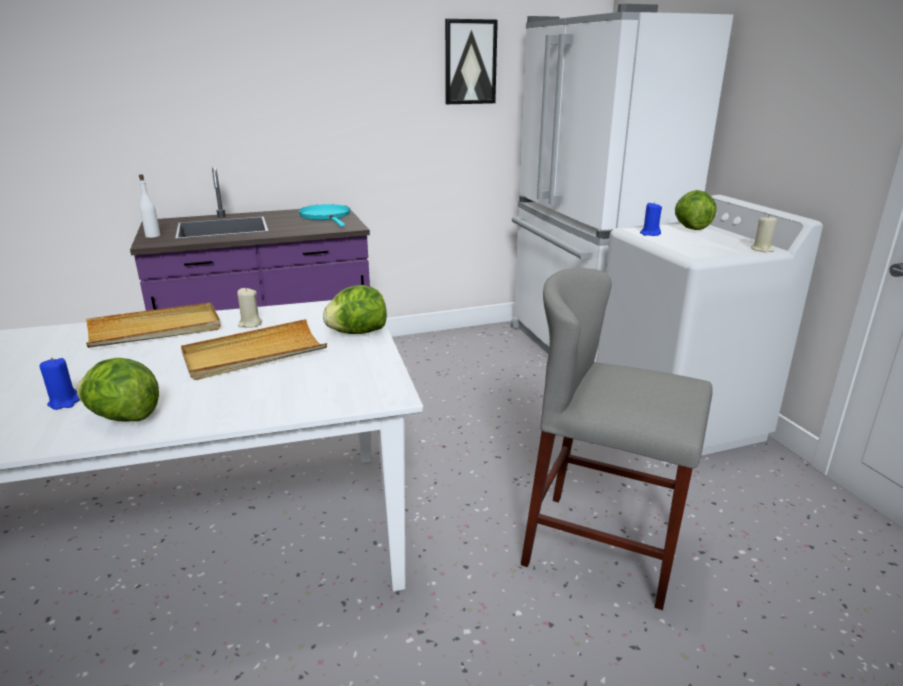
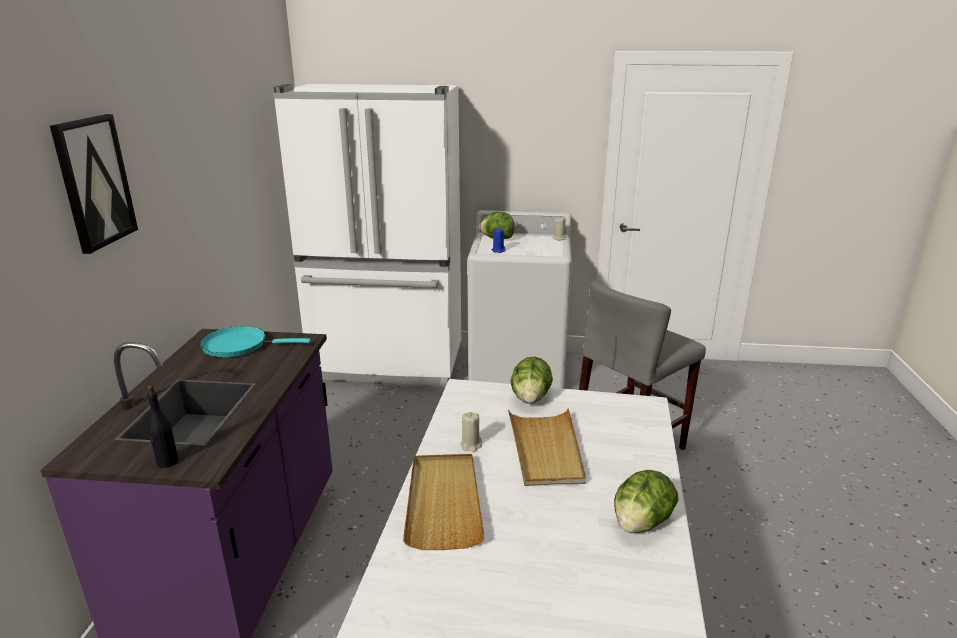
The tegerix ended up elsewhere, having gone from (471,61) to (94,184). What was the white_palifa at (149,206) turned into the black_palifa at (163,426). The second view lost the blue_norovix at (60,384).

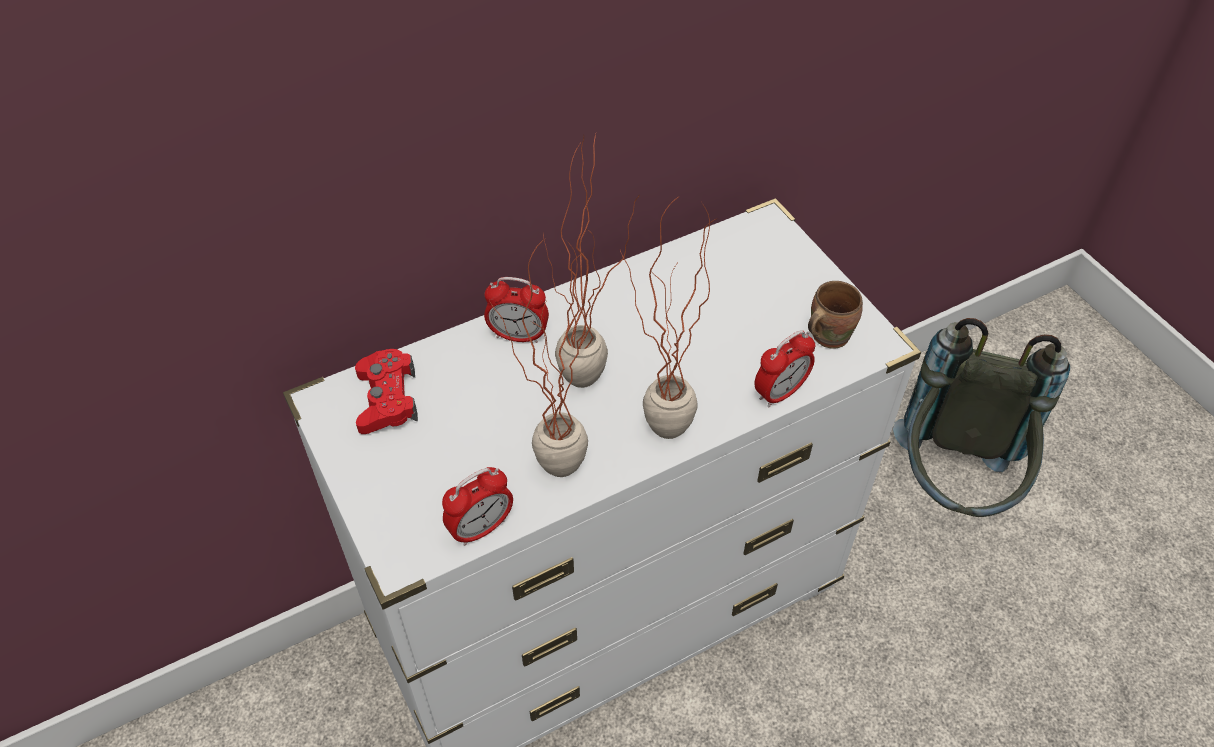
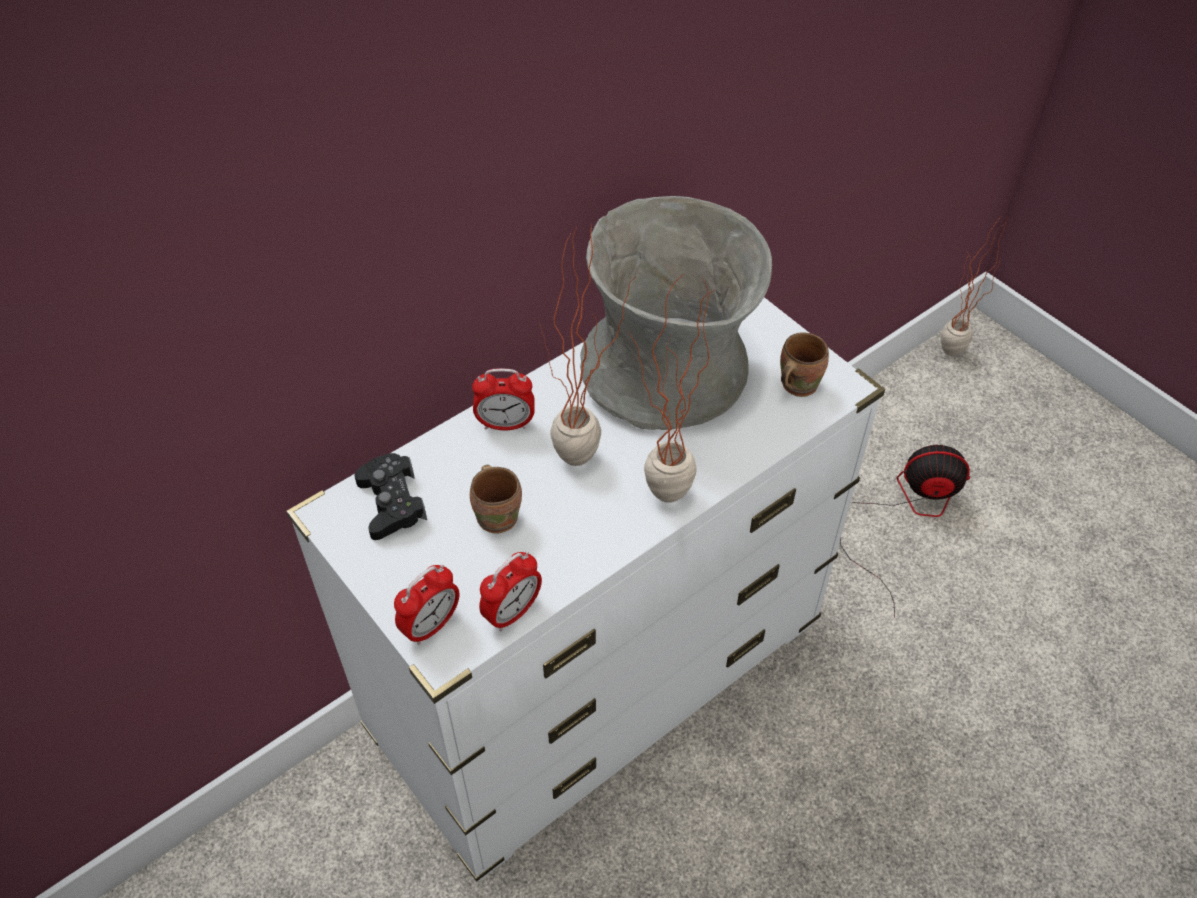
What was the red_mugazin at (386,391) turned into the black_mugazin at (391,496). The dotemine ended up elsewhere, having gone from (785,369) to (426,605). The second view gained the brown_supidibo at (496,499). The second view gained the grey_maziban at (676,313). Where the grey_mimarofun stood at (981,417), the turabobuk came to stand at (905,531). The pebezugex ended up elsewhere, having gone from (539,358) to (974,285).

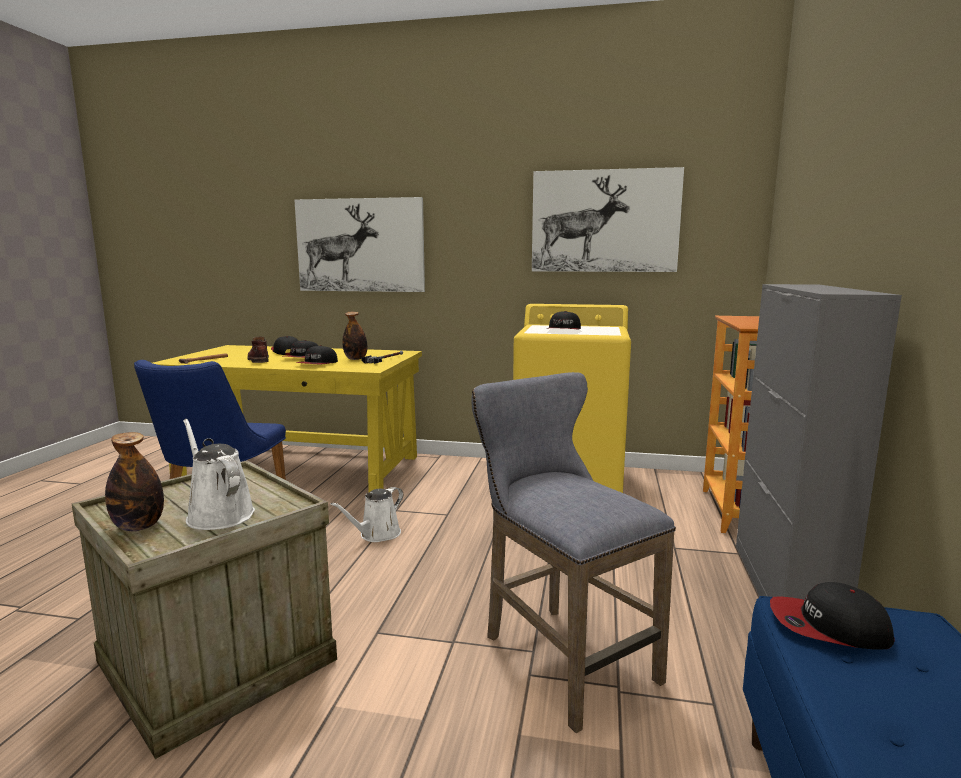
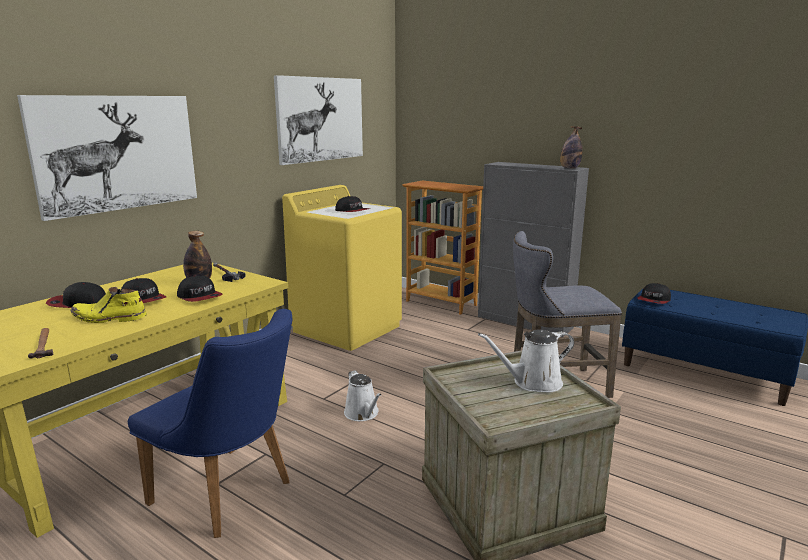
What was the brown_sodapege at (258,349) turned into the yellow_sodapege at (109,305). The palifa ended up elsewhere, having gone from (134,481) to (571,147).

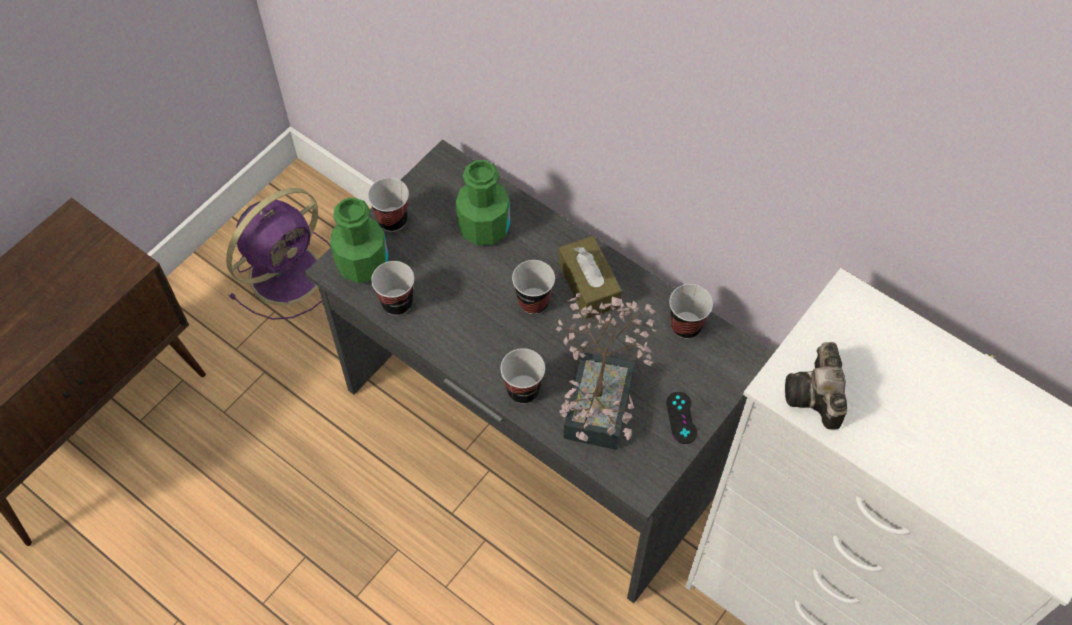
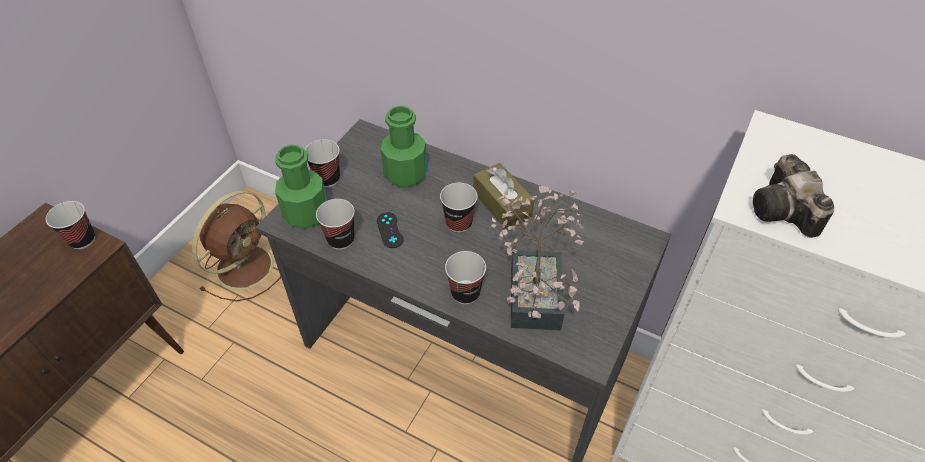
The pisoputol ended up elsewhere, having gone from (691,311) to (70,225). What was the purple_turabobuk at (278,254) turned into the brown_turabobuk at (236,245). The black_mugazin ended up elsewhere, having gone from (681,418) to (390,230).

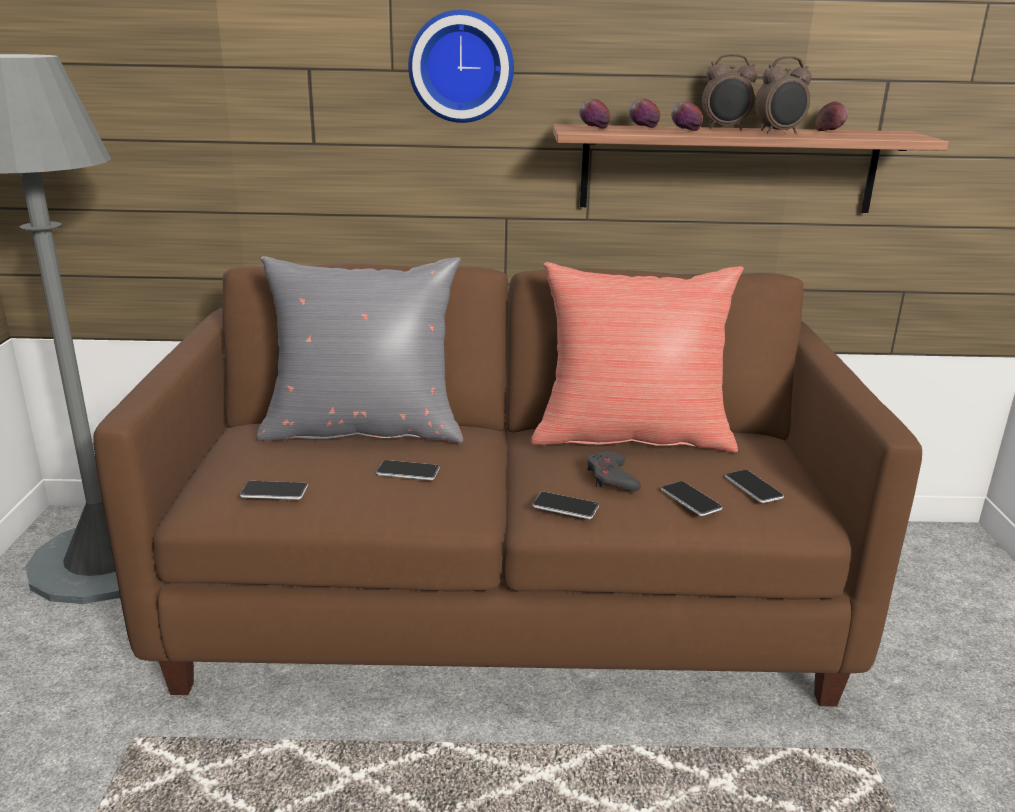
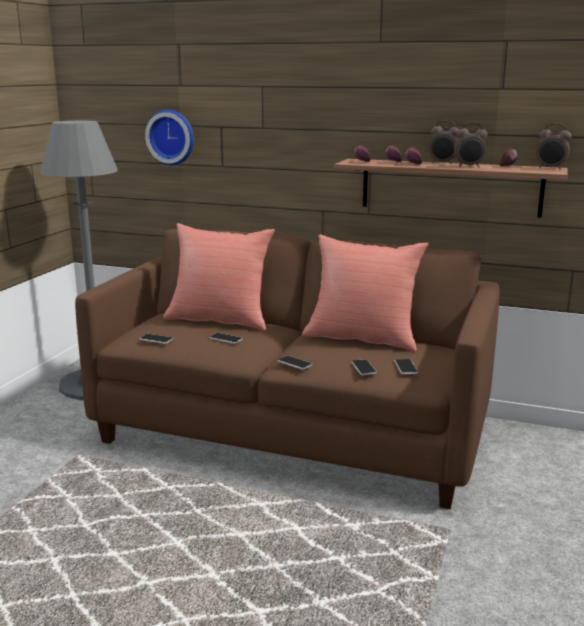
The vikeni ended up elsewhere, having gone from (461,66) to (169,137). What was the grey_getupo at (359,349) turned into the red_getupo at (219,277). The second view gained the dotemine at (554,146). The second view lost the grey_mugazin at (614,471).

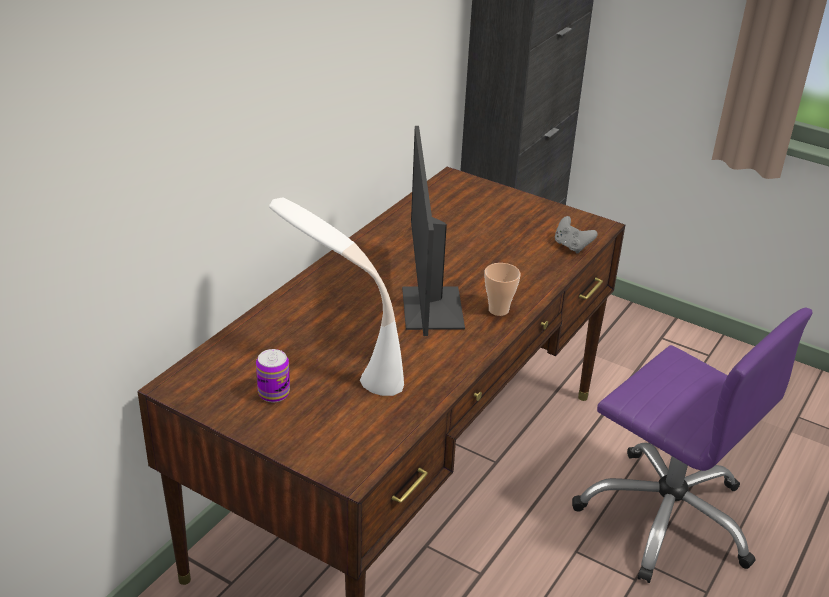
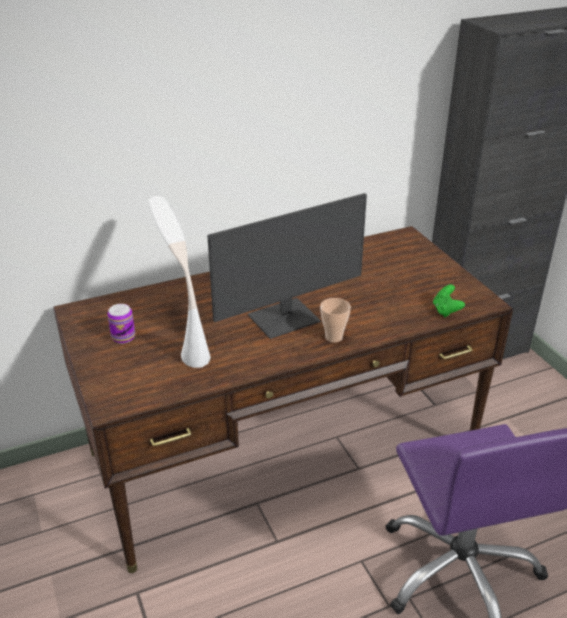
The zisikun at (433,231) ended up facing another way, 150 degrees counterclockwise from before. What was the grey_mugazin at (576,235) turned into the green_mugazin at (449,301).

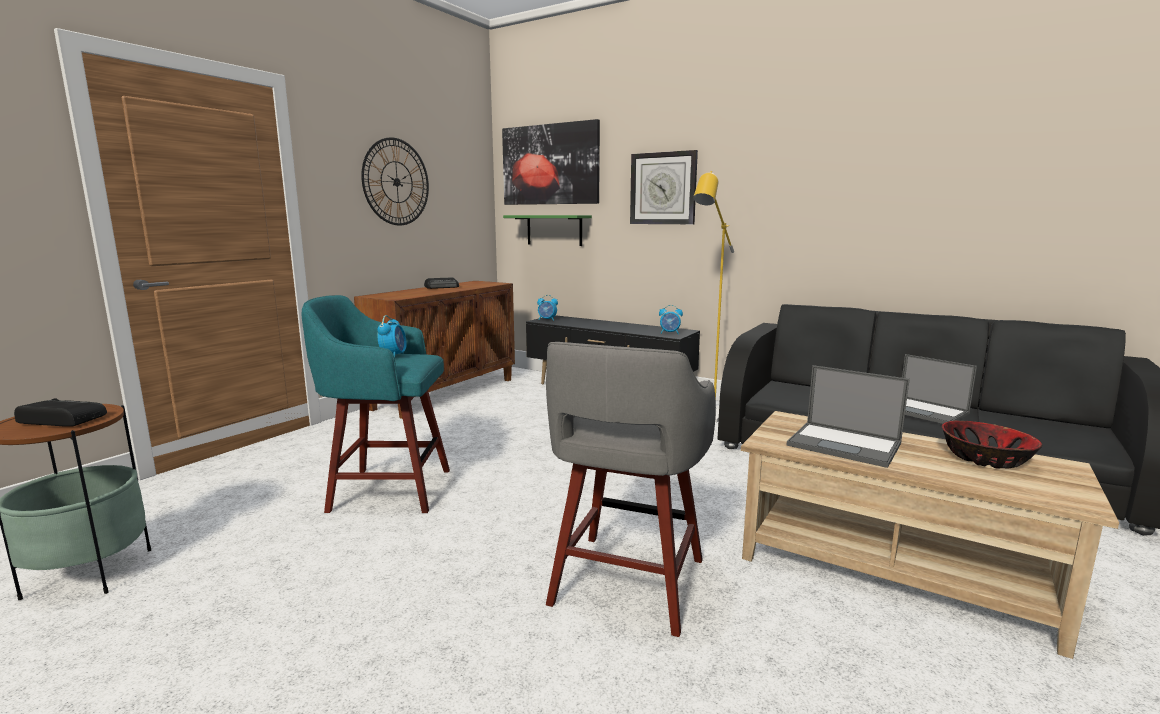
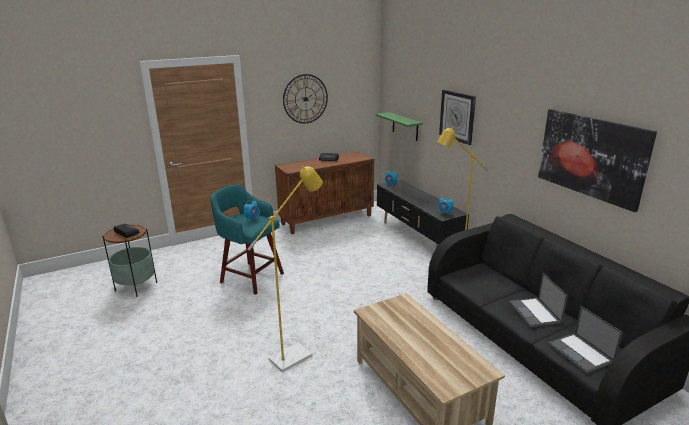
Where the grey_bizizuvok stood at (631,489), the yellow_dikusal came to stand at (285,269). The tegerix ended up elsewhere, having gone from (551,162) to (597,160). The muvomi ended up elsewhere, having gone from (848,416) to (585,340). The second view lost the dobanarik at (991,444).

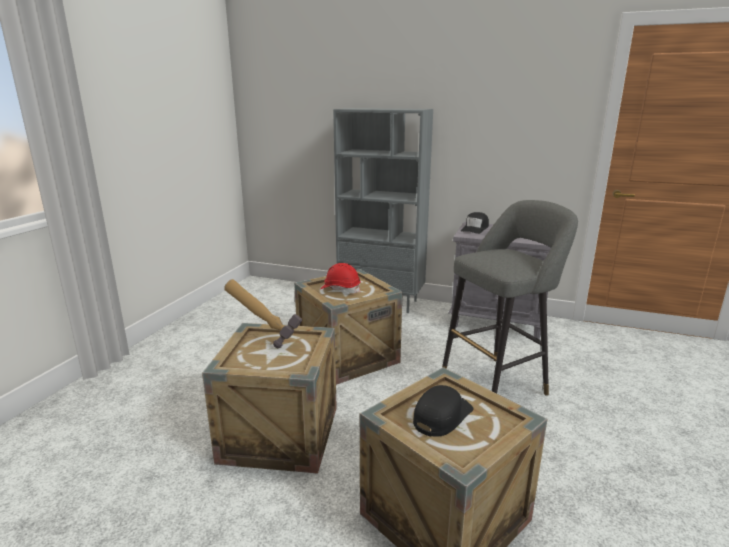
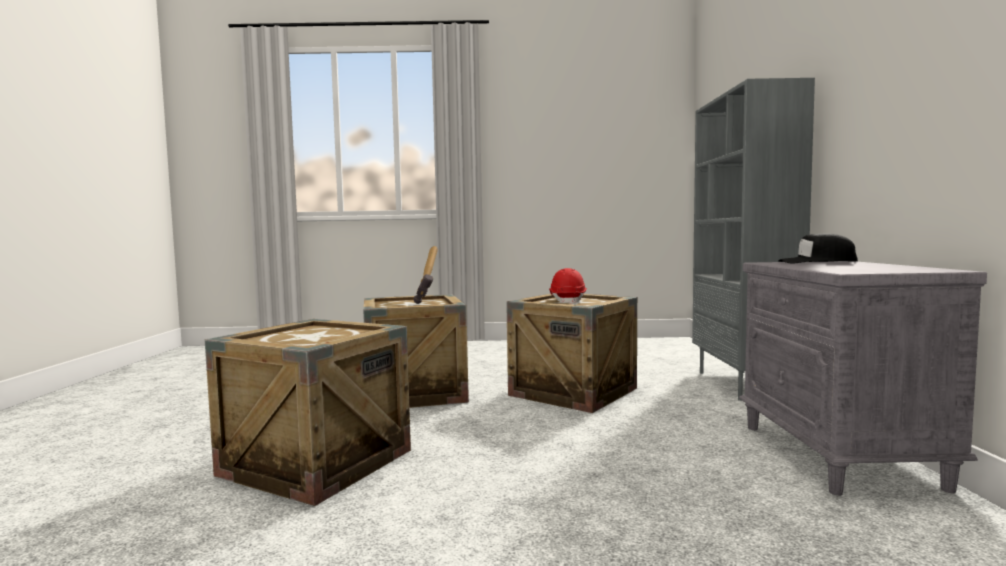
The second view lost the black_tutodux at (443,411). The second view lost the grey_bizizuvok at (510,298).

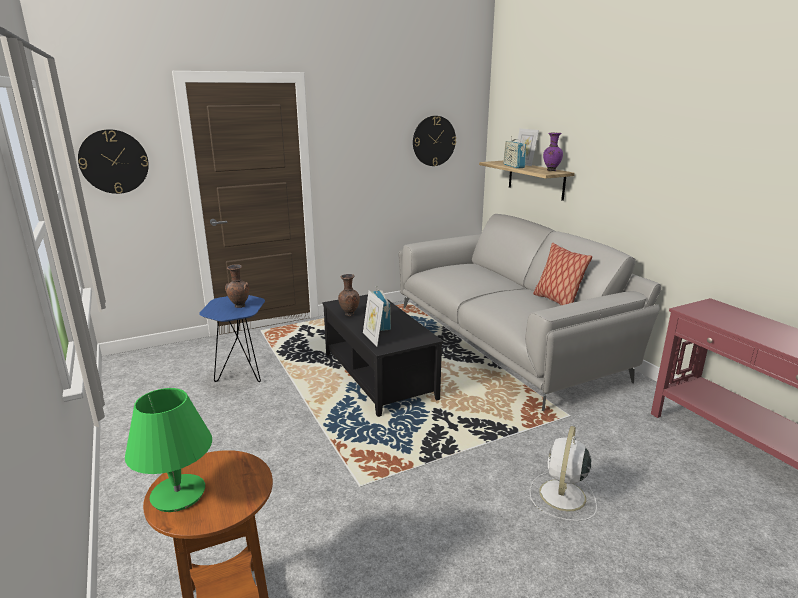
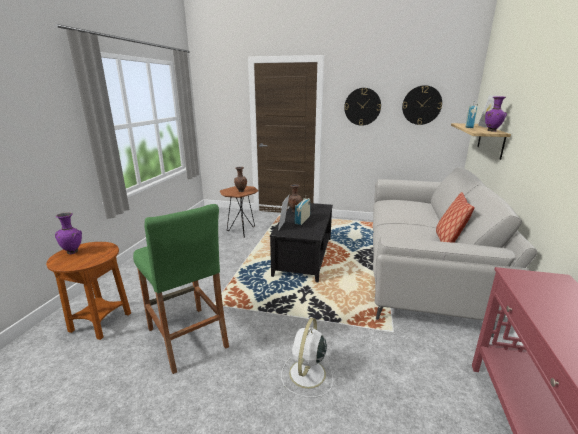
Where the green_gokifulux stood at (168,450), the purple_maziban came to stand at (68,233). The second view gained the green_bizizuvok at (181,289). What was the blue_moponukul at (232,338) turned into the brown_moponukul at (239,212). The white_turabobuk at (563,473) ended up facing another way, 45 degrees counterclockwise from before. The vikeni ended up elsewhere, having gone from (113,161) to (362,107).

